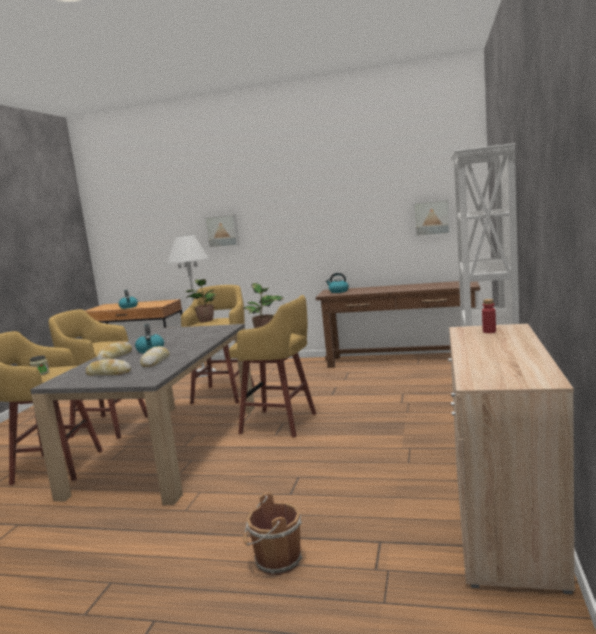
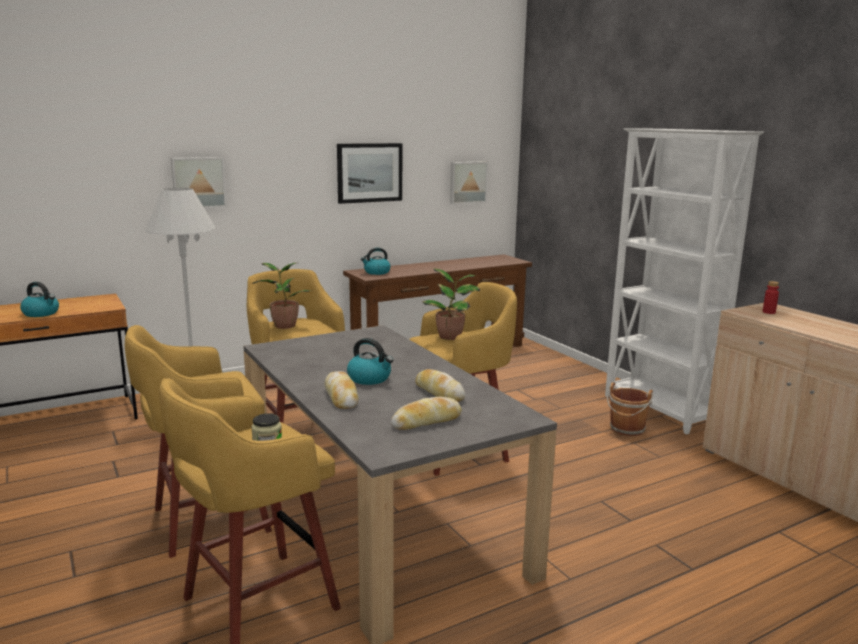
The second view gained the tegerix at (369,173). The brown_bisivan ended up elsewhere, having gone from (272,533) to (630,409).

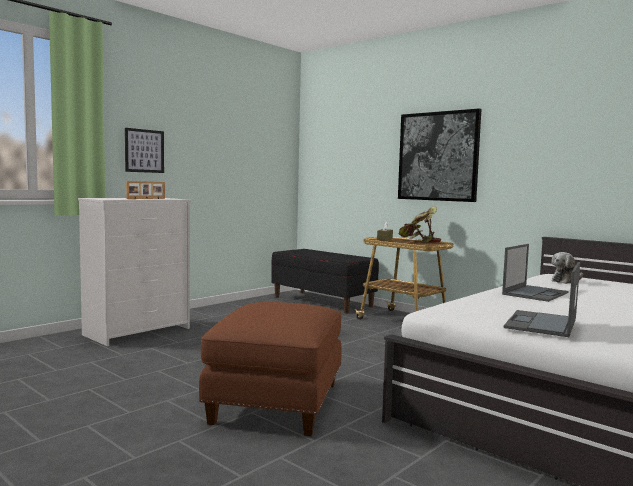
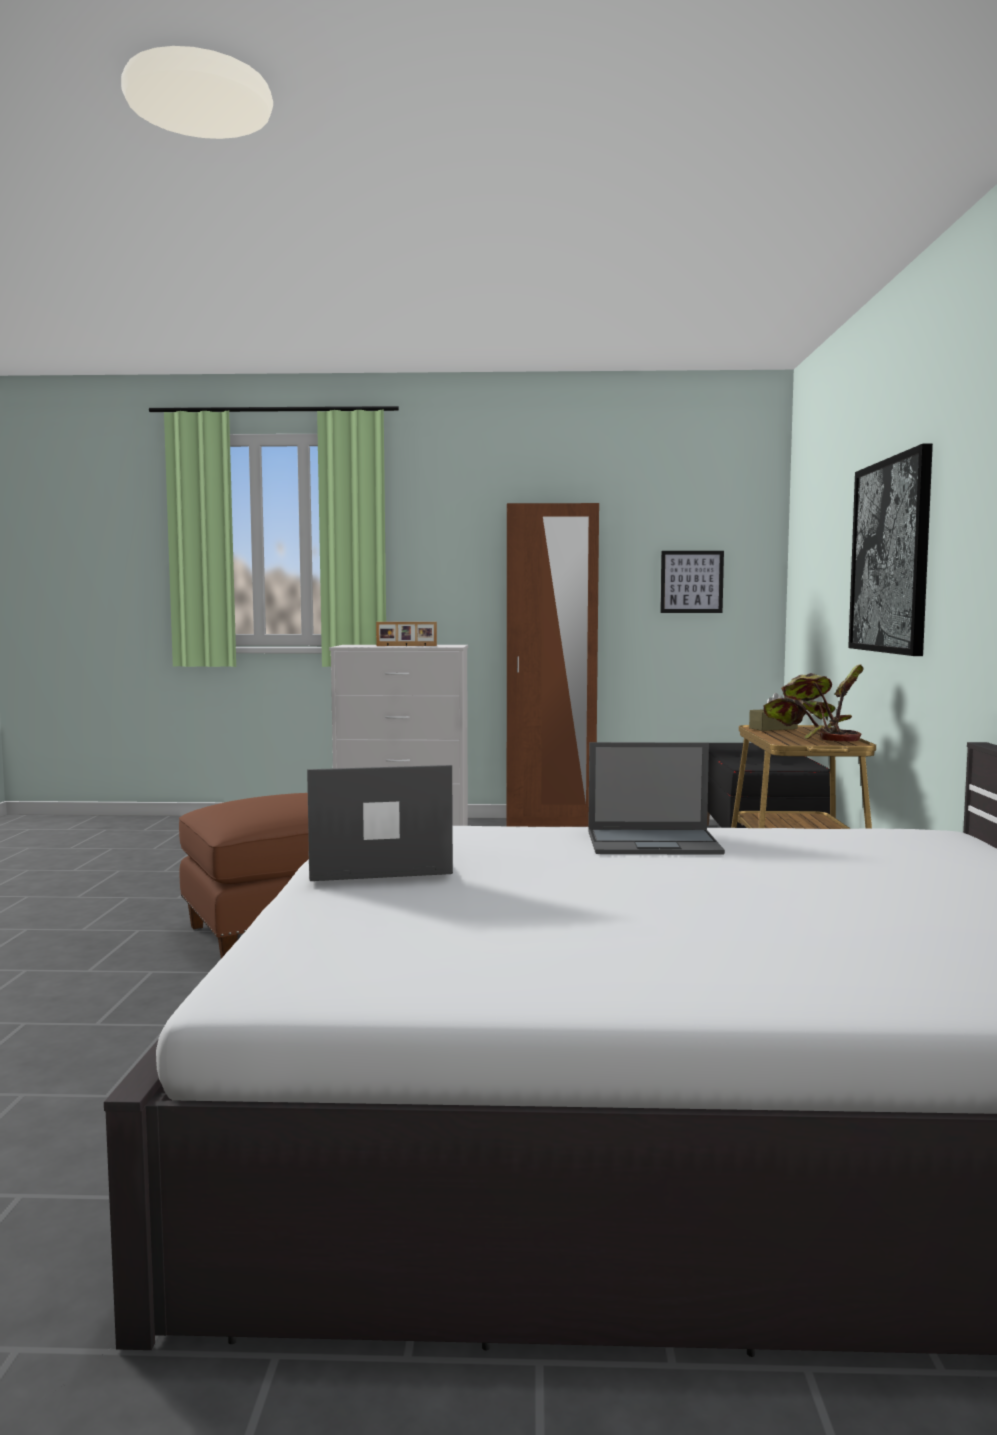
The second view gained the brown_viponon at (553,665). The tegerix ended up elsewhere, having gone from (144,150) to (692,582). The second view lost the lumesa at (567,268).

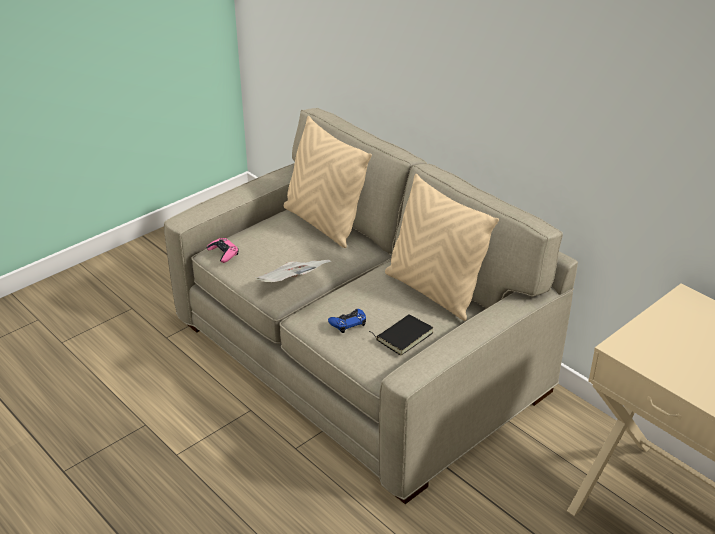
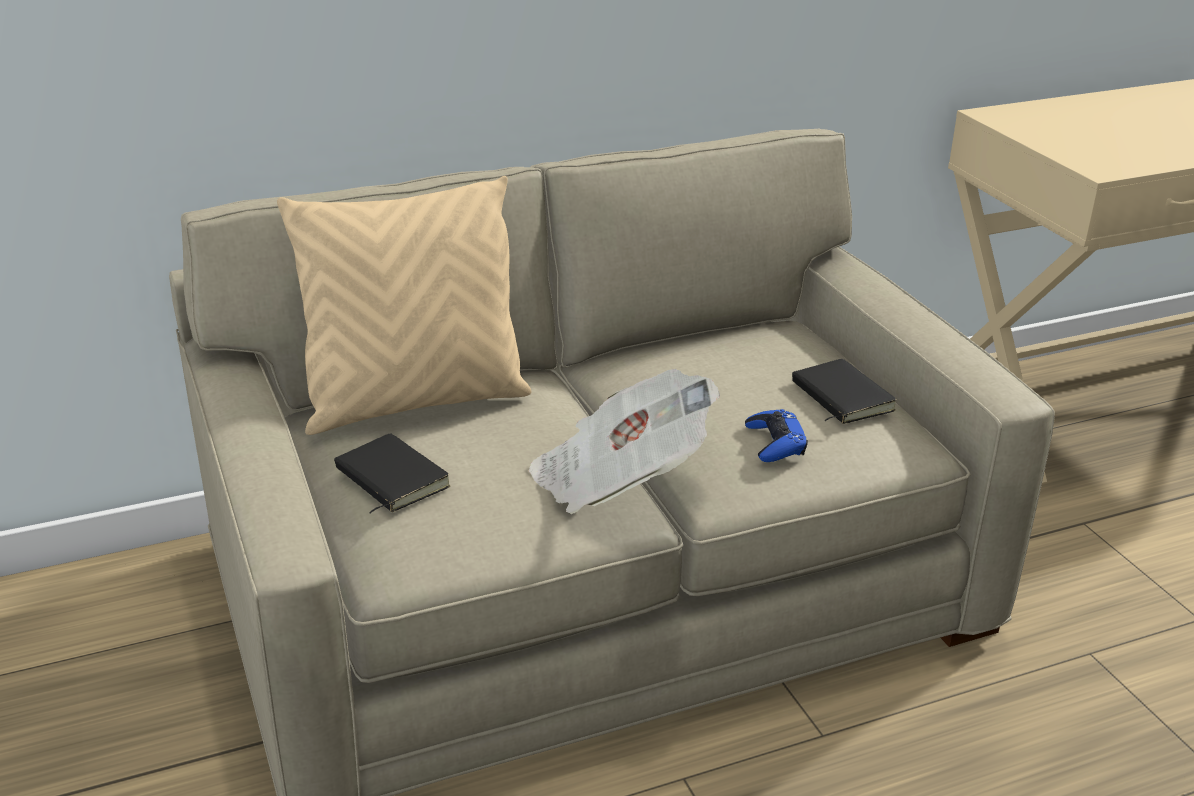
The second view gained the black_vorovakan at (392,473). The second view lost the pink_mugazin at (223,250). The second view lost the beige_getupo at (442,247).

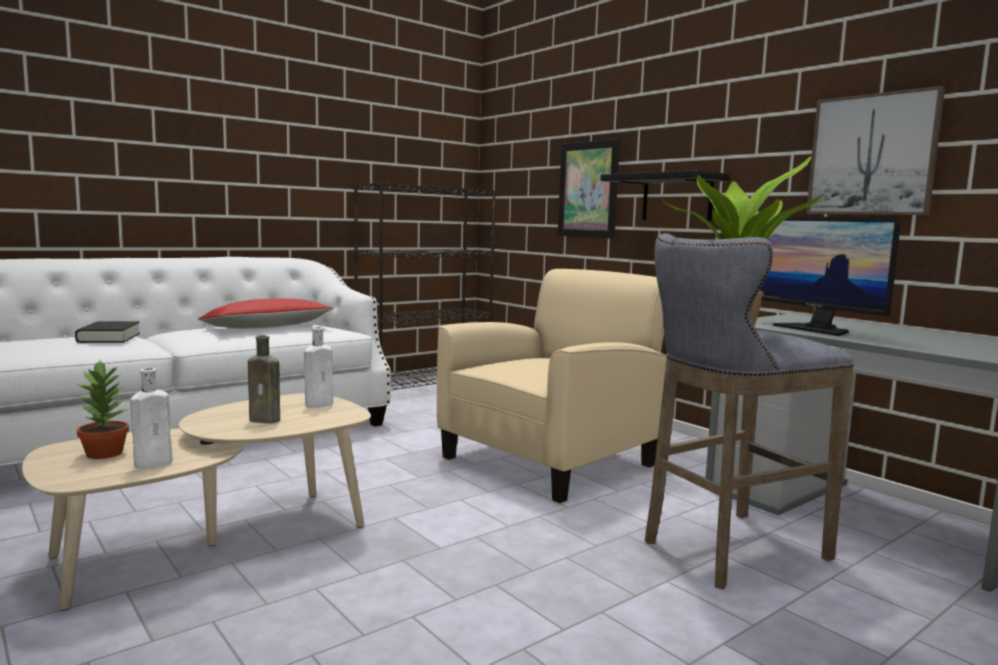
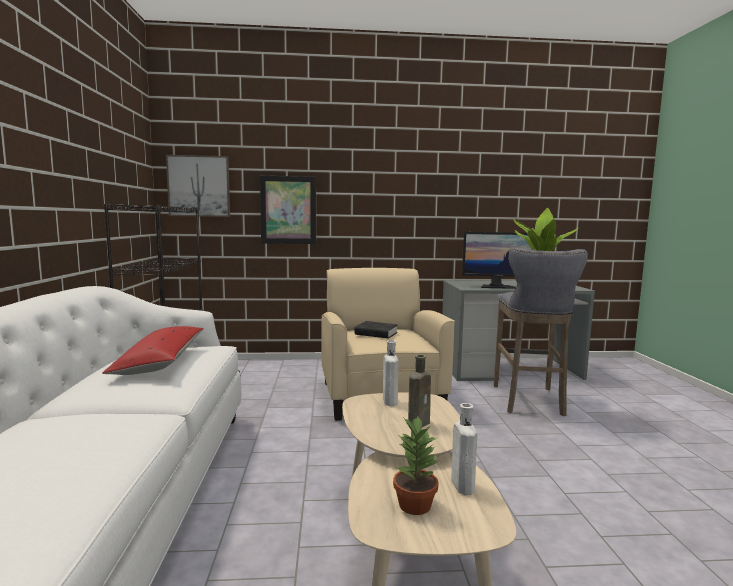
The tegerix ended up elsewhere, having gone from (875,150) to (198,186). The black_vorovakan ended up elsewhere, having gone from (107,332) to (376,330). The second view lost the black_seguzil at (665,195).

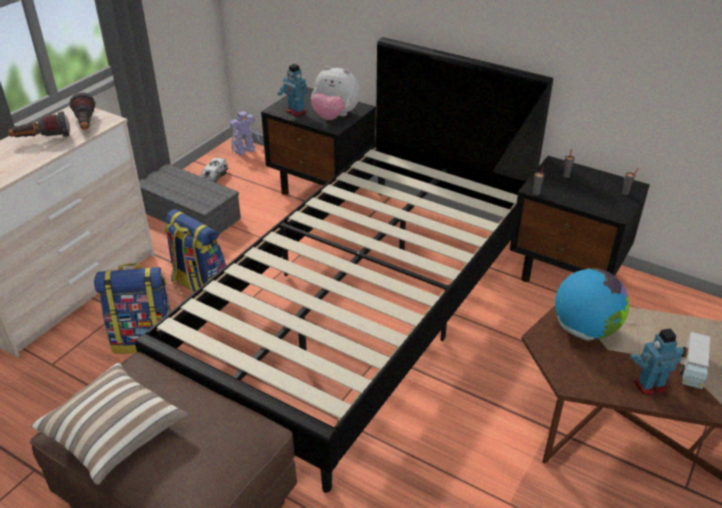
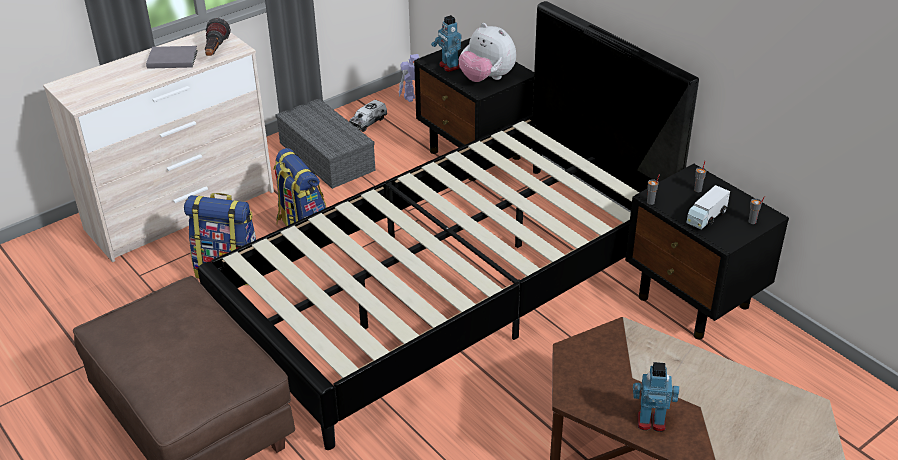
Where the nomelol stood at (39,124), the grey_vorovakan came to stand at (172,57). The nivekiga ended up elsewhere, having gone from (695,360) to (708,207). The second view lost the getupo at (109,424). The second view lost the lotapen at (592,304).

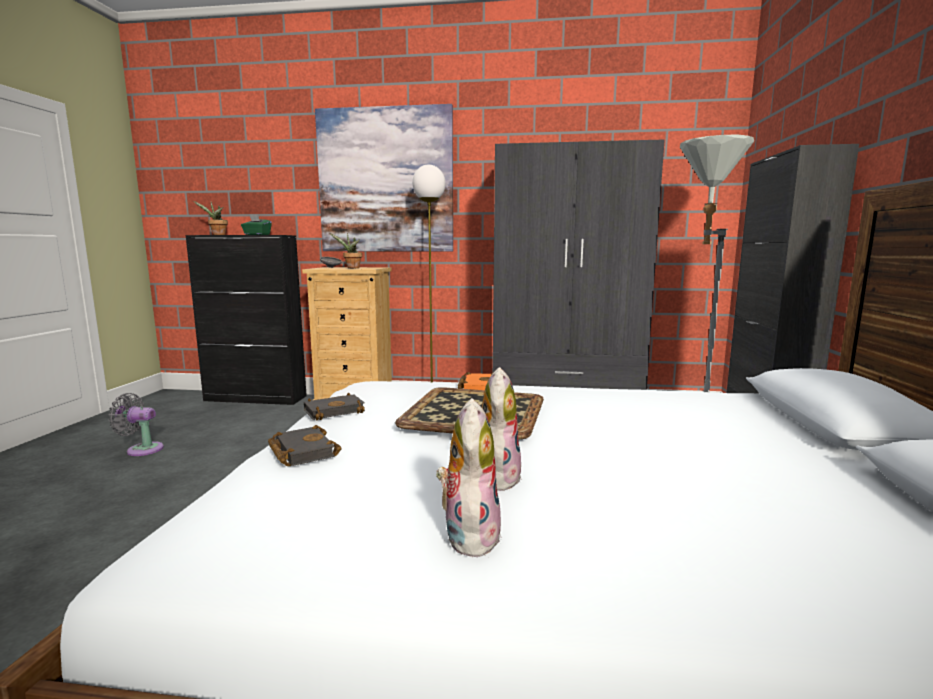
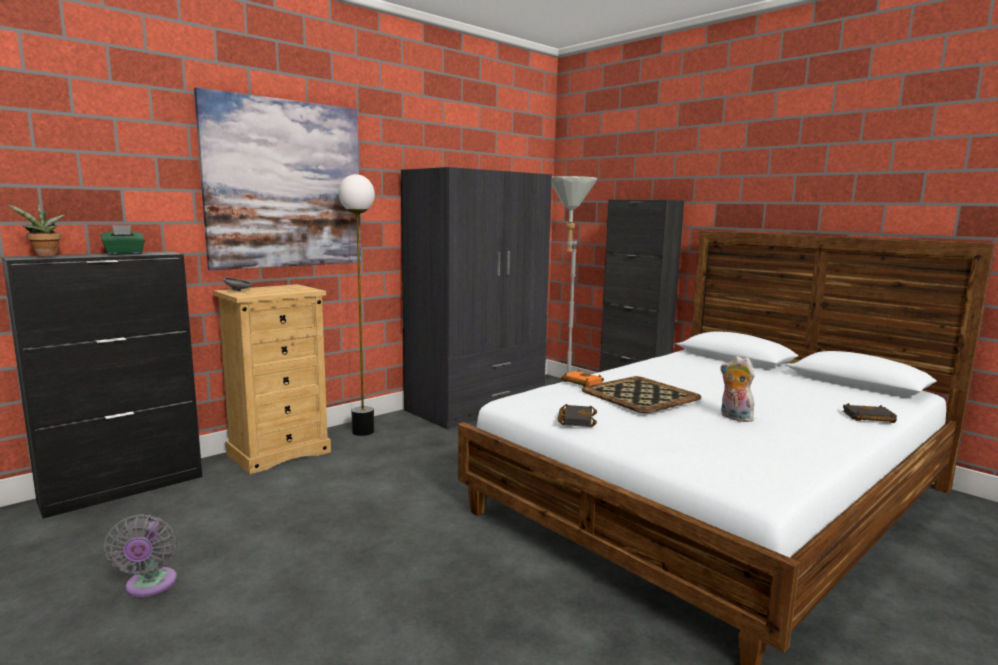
The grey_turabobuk at (136,424) ended up facing another way, 60 degrees counterclockwise from before. The black_vorovakan ended up elsewhere, having gone from (305,445) to (870,413). The second view lost the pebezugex at (346,250). The second view lost the lumesa at (468,478).

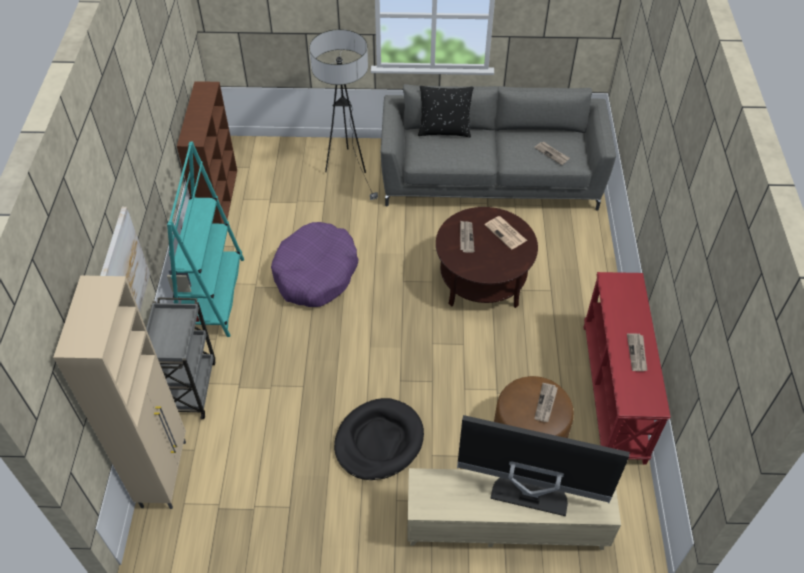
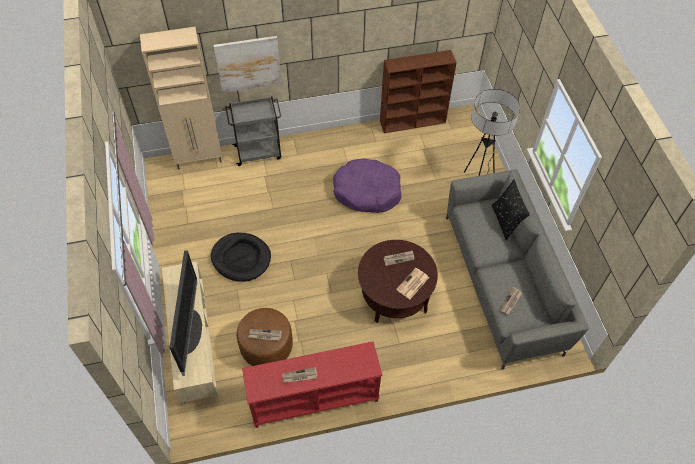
The second view lost the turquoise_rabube at (205,239).

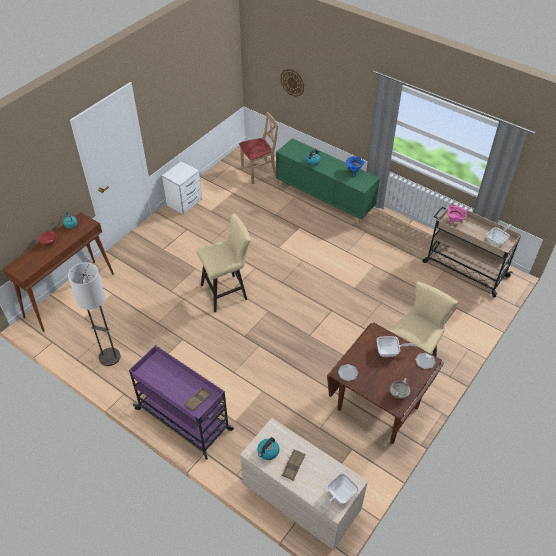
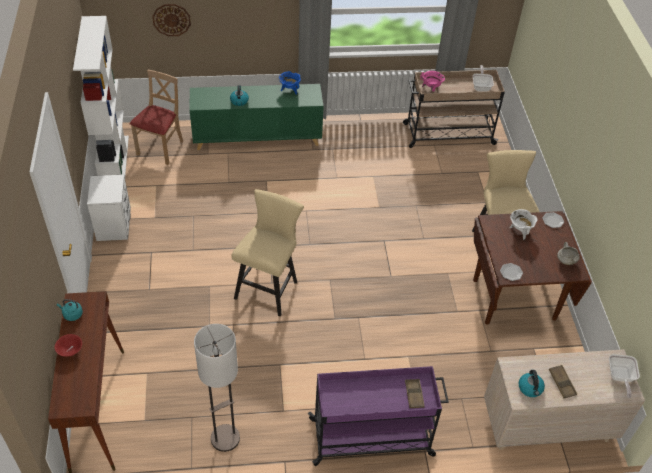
The second view gained the white_rabube at (101,96). Where the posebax stood at (396,346), the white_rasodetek came to stand at (523,224).

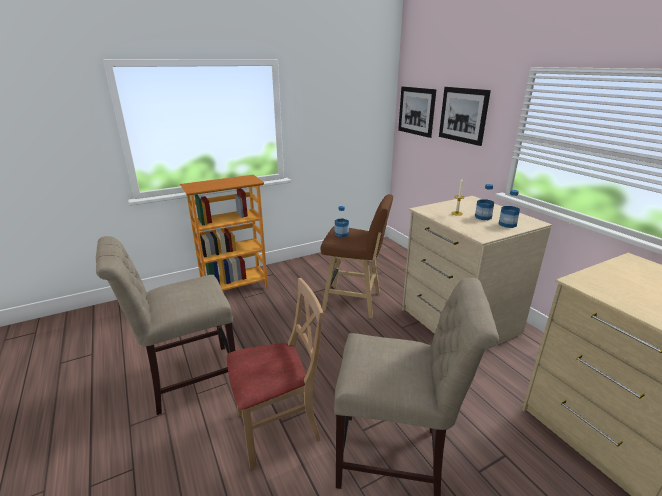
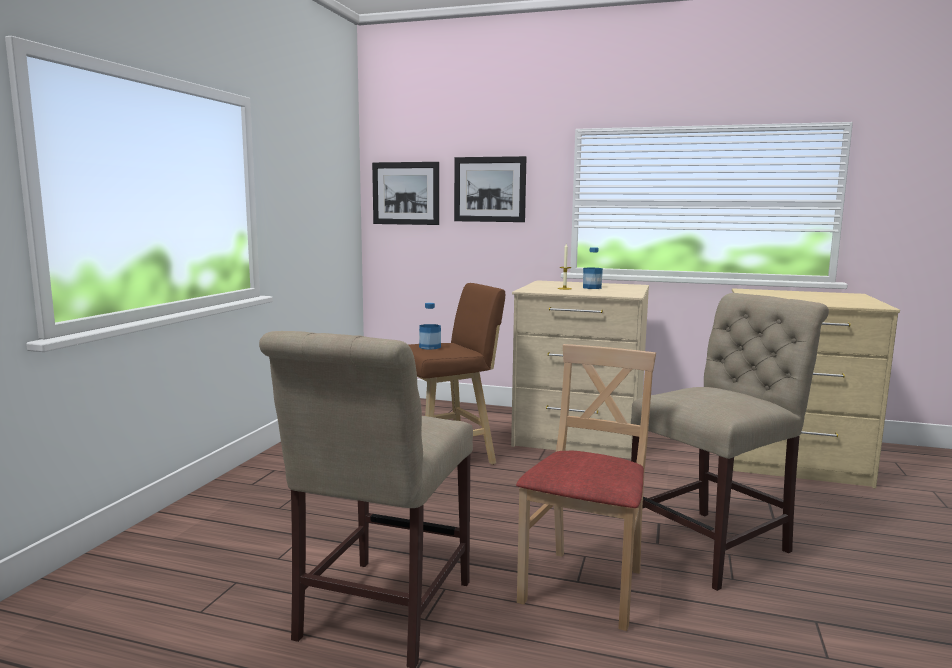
The second view lost the rabube at (224,233). The second view lost the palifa at (509,209).

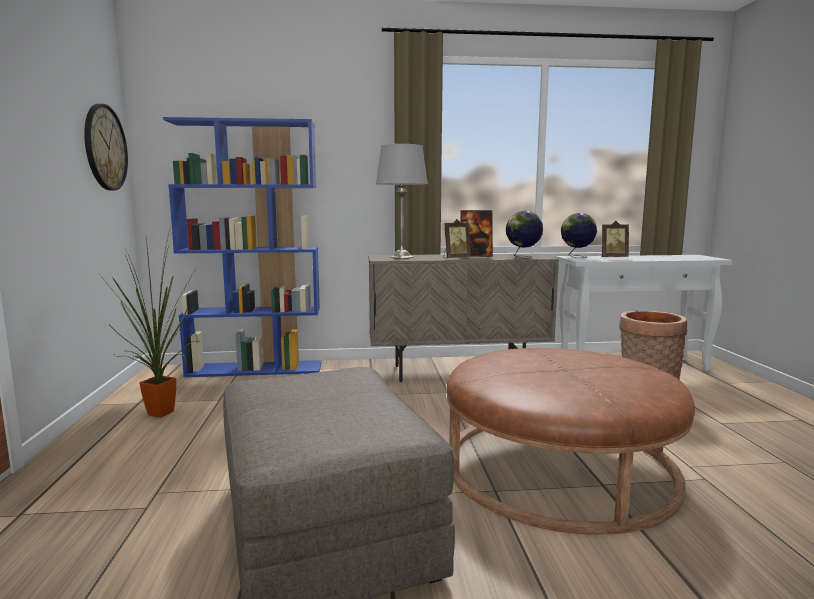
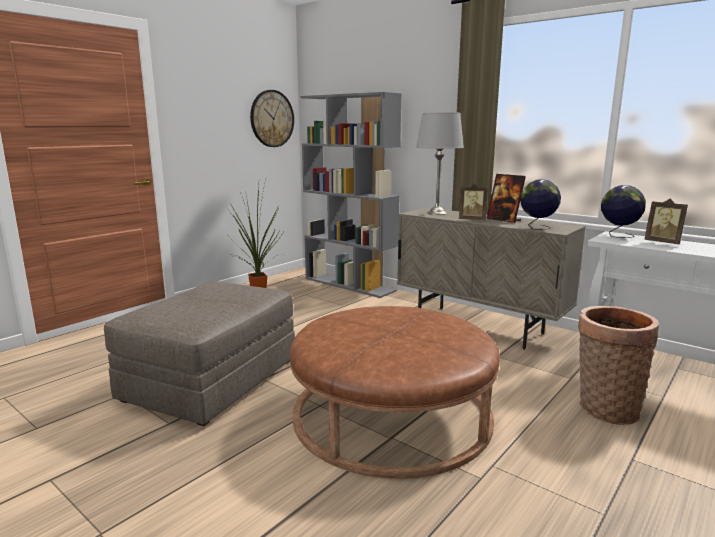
What was the blue_rabube at (242,247) turned into the grey_rabube at (351,195).

